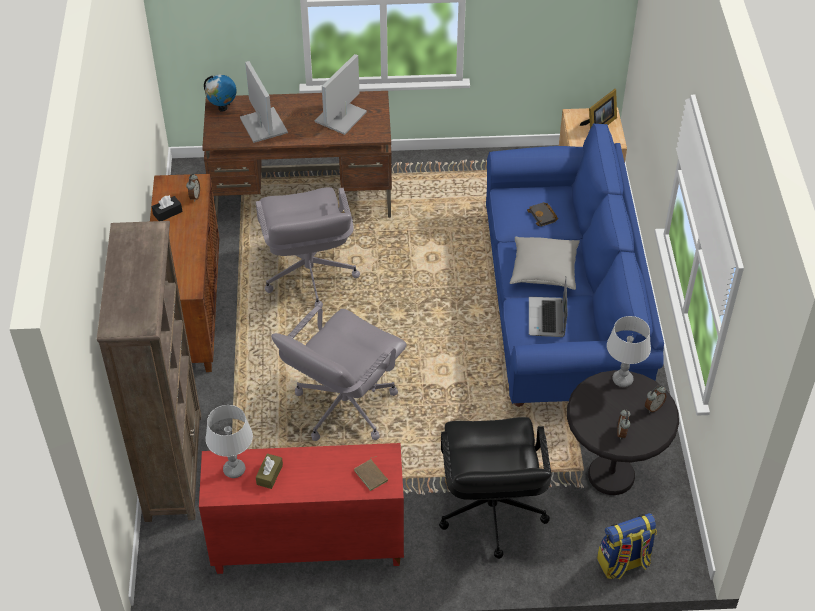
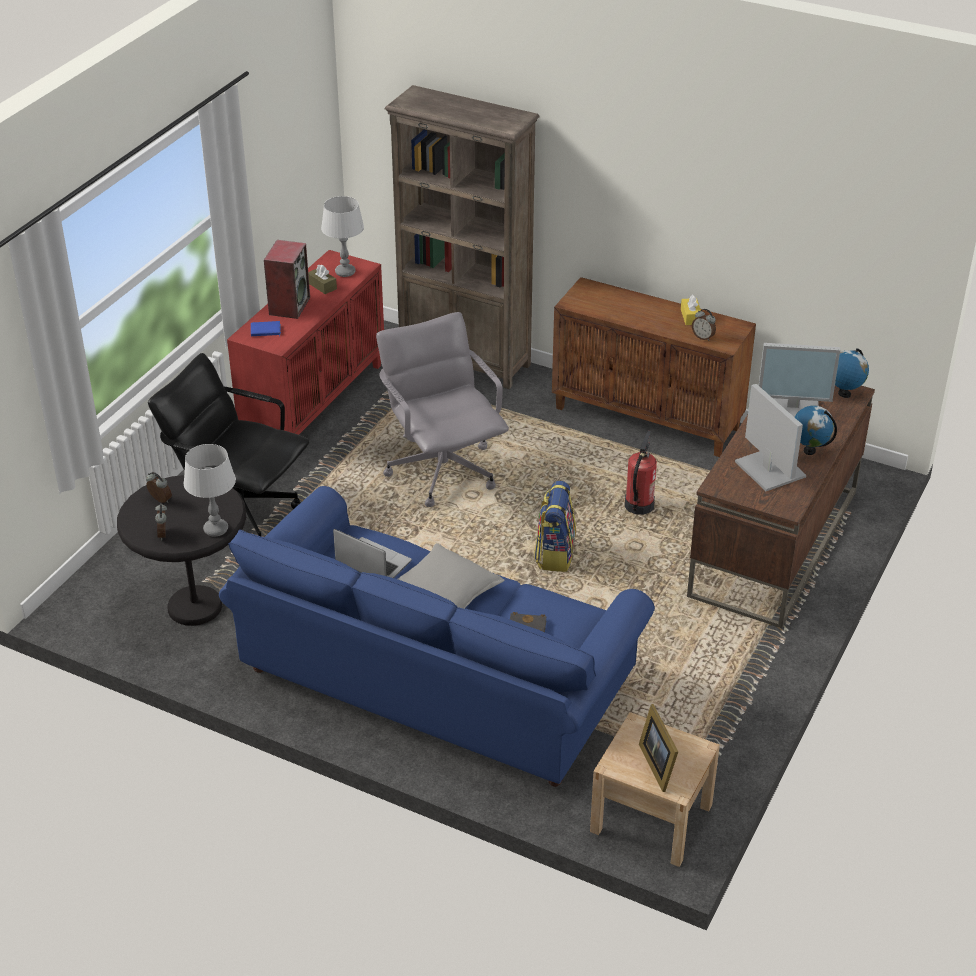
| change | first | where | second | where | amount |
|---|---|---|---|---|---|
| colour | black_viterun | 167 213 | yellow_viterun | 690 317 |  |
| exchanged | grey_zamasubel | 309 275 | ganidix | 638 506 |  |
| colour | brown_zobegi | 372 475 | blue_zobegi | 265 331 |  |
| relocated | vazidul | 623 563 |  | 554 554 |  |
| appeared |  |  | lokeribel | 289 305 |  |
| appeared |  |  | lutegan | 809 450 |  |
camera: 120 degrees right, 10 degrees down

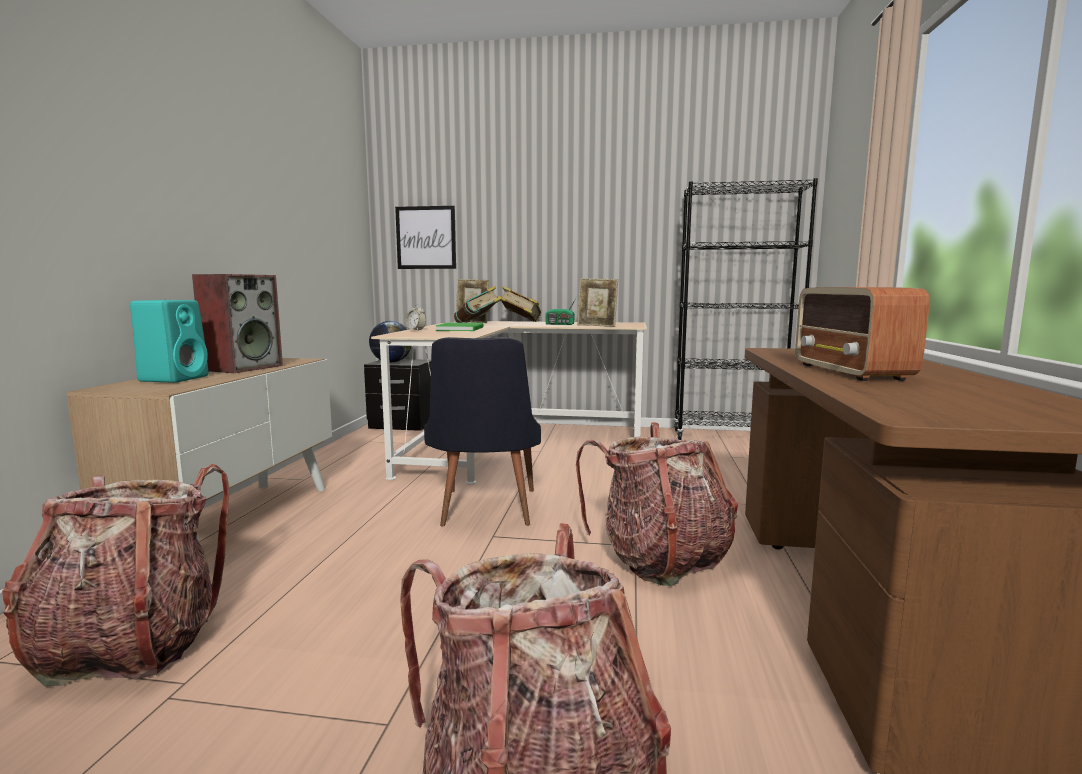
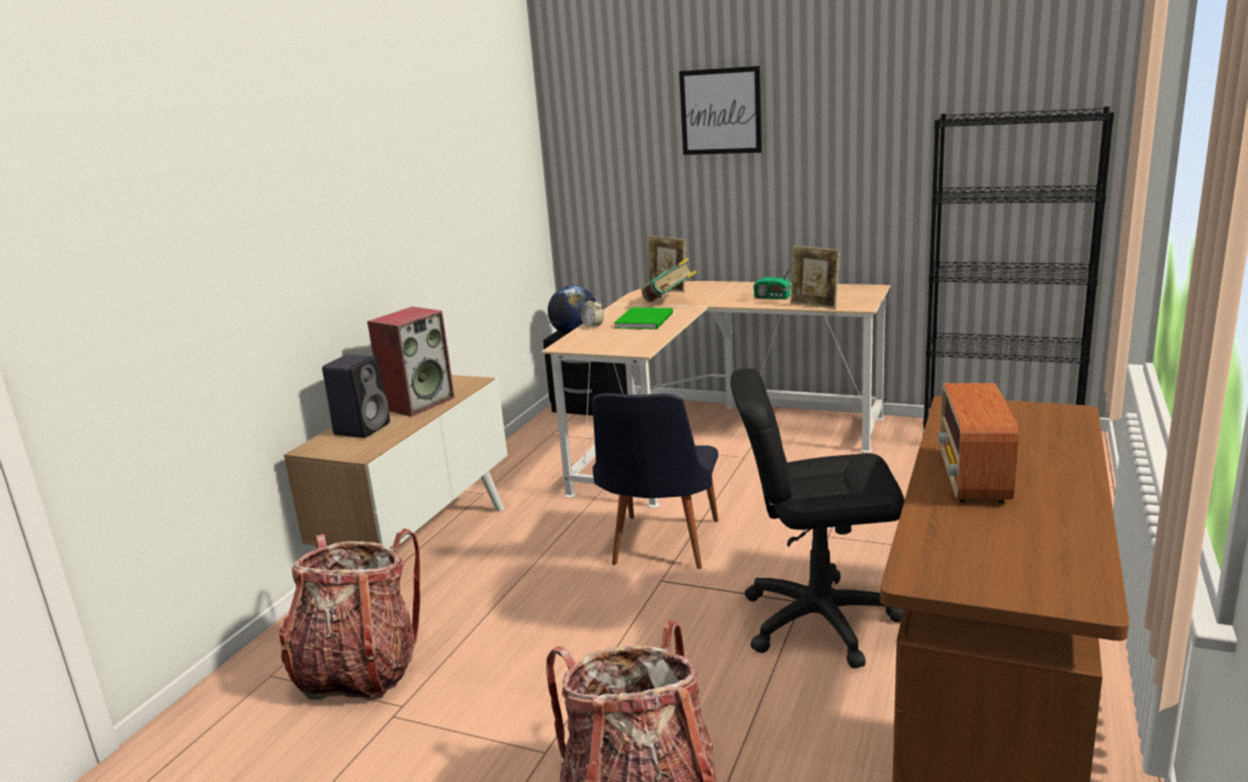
| change | first | where | second | where | amount |
|---|---|---|---|---|---|
| colour | turquoise_lokeribel | 175 378 | black_lokeribel | 363 428 |  |
| relocated | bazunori | 426 237 |  | 720 111 |  |
| missing | zobegi | 519 322 |  |  |  |
| exchanged | vazidul | 659 560 | black_zamasubel | 818 621 |  |
camera: 15 degrees right, 10 degrees up

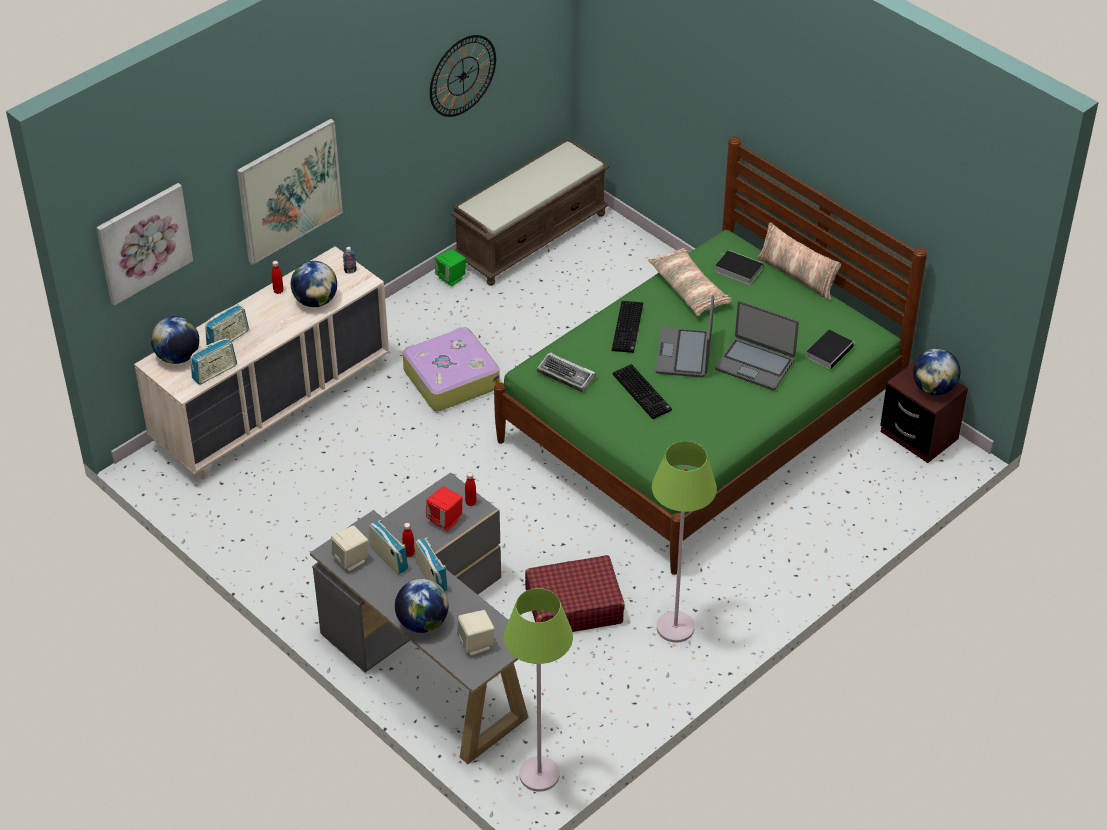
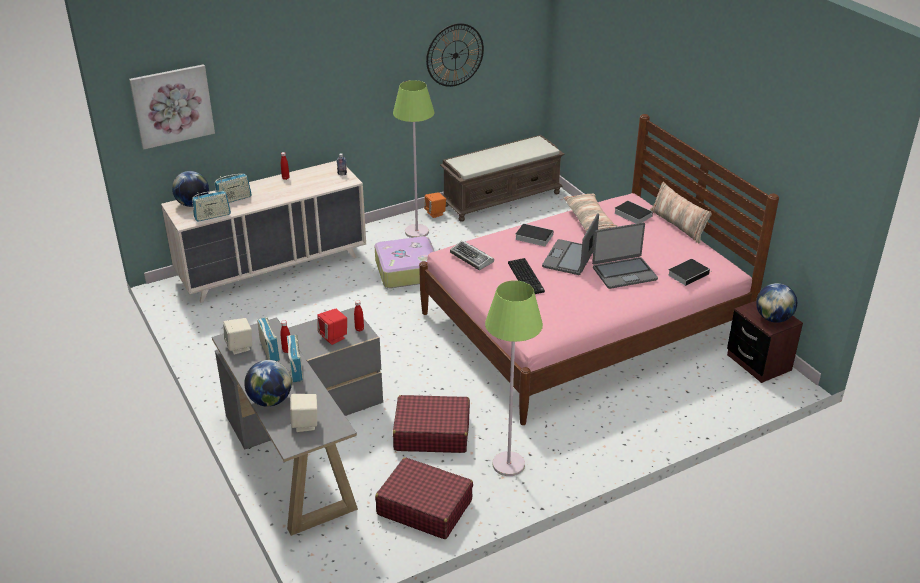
| change | first | where | second | where | amount |
|---|---|---|---|---|---|
| missing | bazunori | 289 190 |  |  |  |
| missing | lutegan | 315 301 |  |  |  |
| colour | green_lokeribel | 451 278 | orange_lokeribel | 435 213 |  |
| colour | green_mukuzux | 700 423 | pink_mukuzux | 582 326 |  |
| relocated | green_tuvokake | 539 775 |  | 416 232 |  |
| exchanged | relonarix | 628 328 | zobegi | 532 237 |  |
| spun | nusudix | 755 364 |  | 624 273 | 60 degrees counterclockwise |
| appeared |  |  | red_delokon | 424 507 |  |
camera: 15 degrees right, 10 degrees down

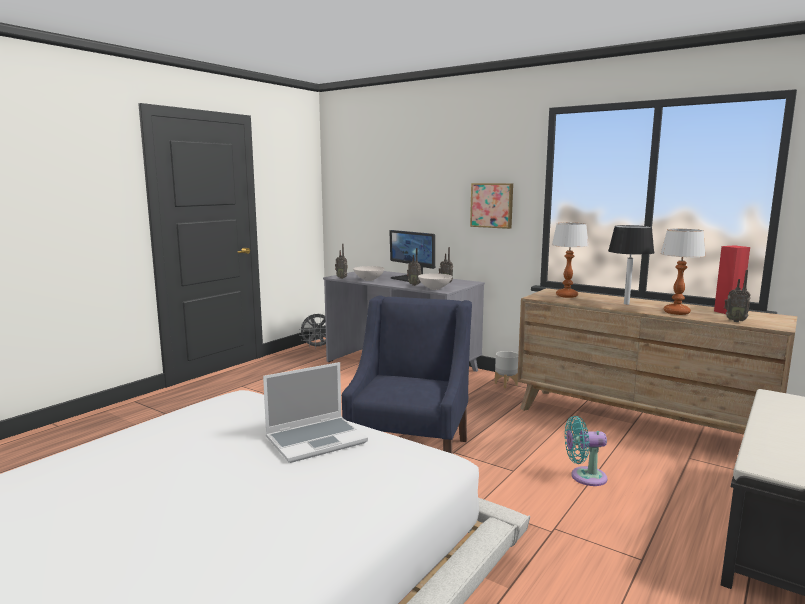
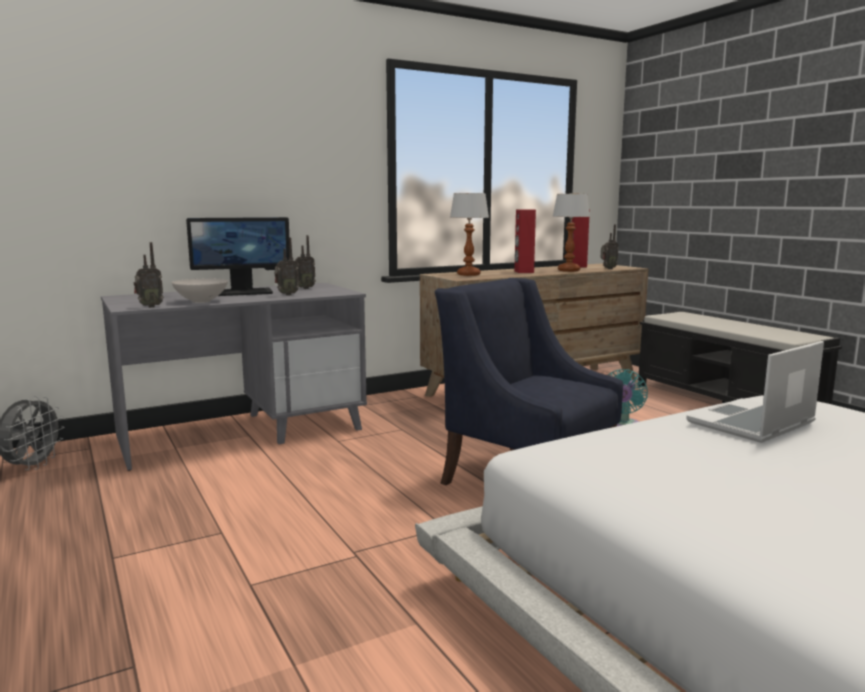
| change | first | where | second | where | amount |
|---|---|---|---|---|---|
| spun | nusudix | 317 440 |  | 752 424 | 120 degrees counterclockwise |
| missing | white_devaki | 435 289 |  |  |  |
| missing | bazunori | 492 205 |  |  |  |
| missing | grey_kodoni | 506 384 |  |  |  |
| exchanged | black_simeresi | 626 304 | red_lokeribel | 523 272 |  |
camera: 65 degrees left, 0 degrees up

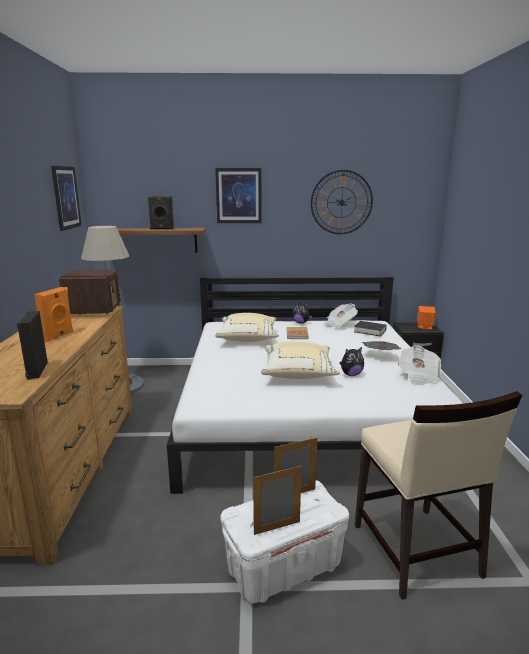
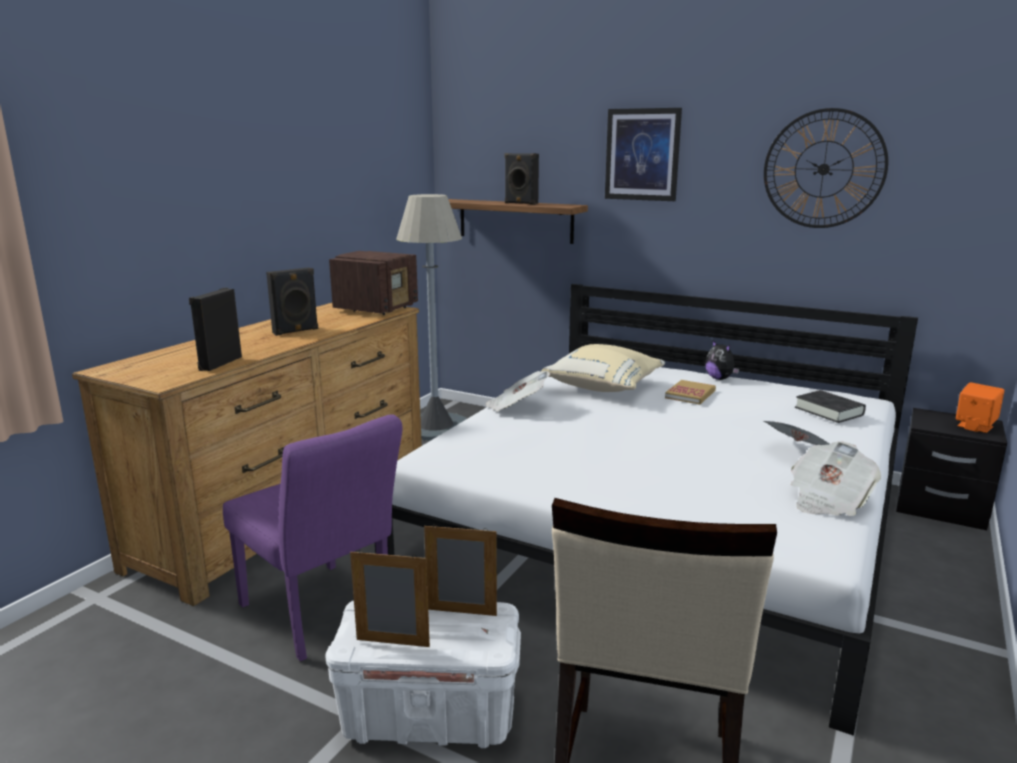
| change | first | where | second | where | amount |
|---|---|---|---|---|---|
| colour | orange_lokeribel | 58 336 | black_lokeribel | 296 331 |  |
| missing | bazunori | 66 197 |  |  |  |
| missing | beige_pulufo | 298 373 |  |  |  |
| relocated | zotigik | 339 324 |  | 516 407 |  |
| missing | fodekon | 351 374 |  |  |  |
| appeared |  |  | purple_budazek | 323 615 |  |
camera: 30 degrees right, 0 degrees up

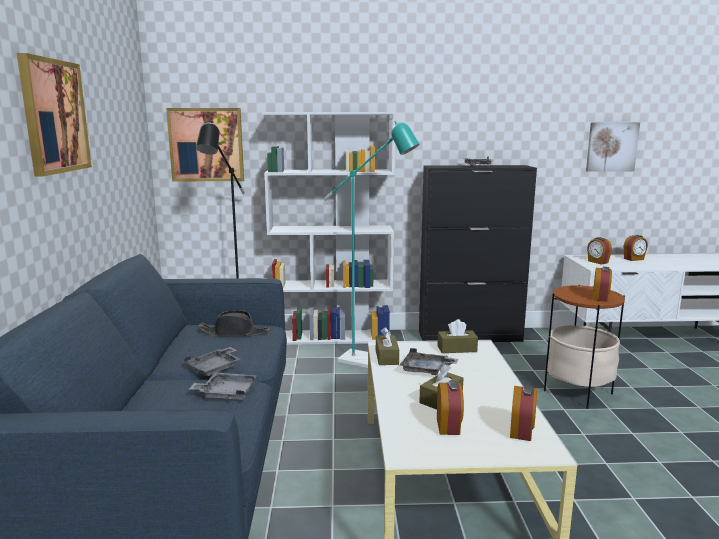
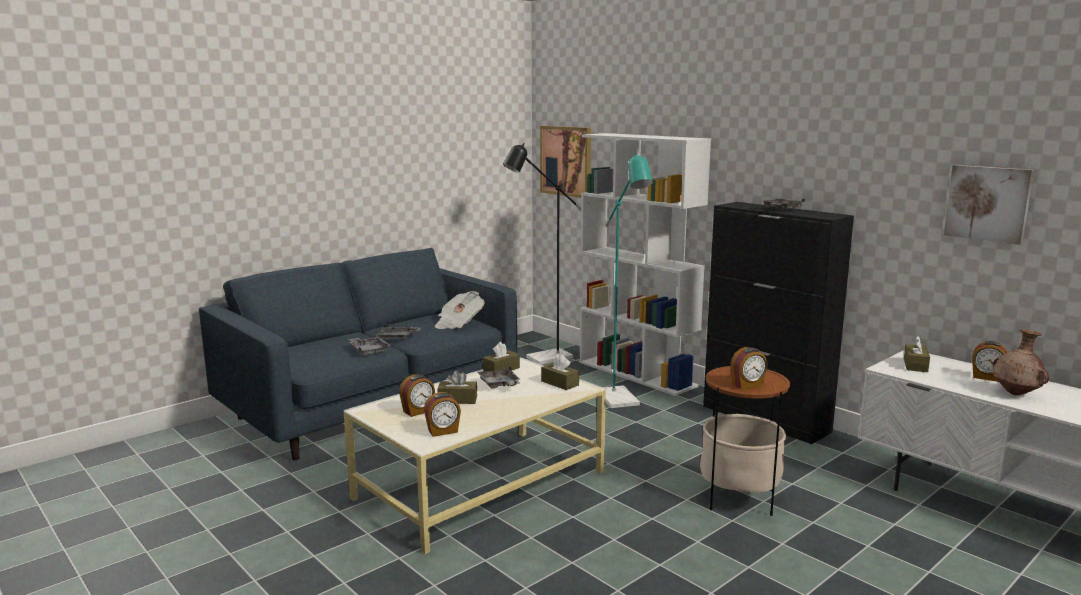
| change | first | where | second | where | amount |
|---|---|---|---|---|---|
| missing | bazunori | 54 116 |  |  |  |
| exchanged | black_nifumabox | 234 332 | zotigik | 458 324 |  |
| exchanged | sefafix | 597 262 | brown_viterun | 915 365 |  |
| appeared |  |  | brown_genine | 1016 394 |  |
camera: 50 degrees right, 0 degrees up

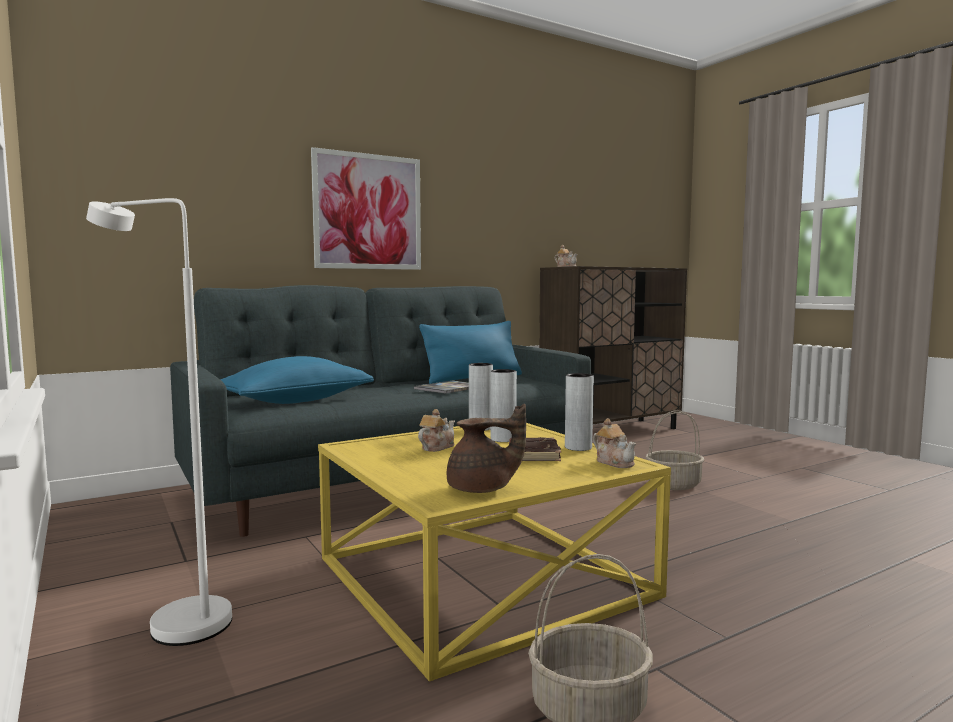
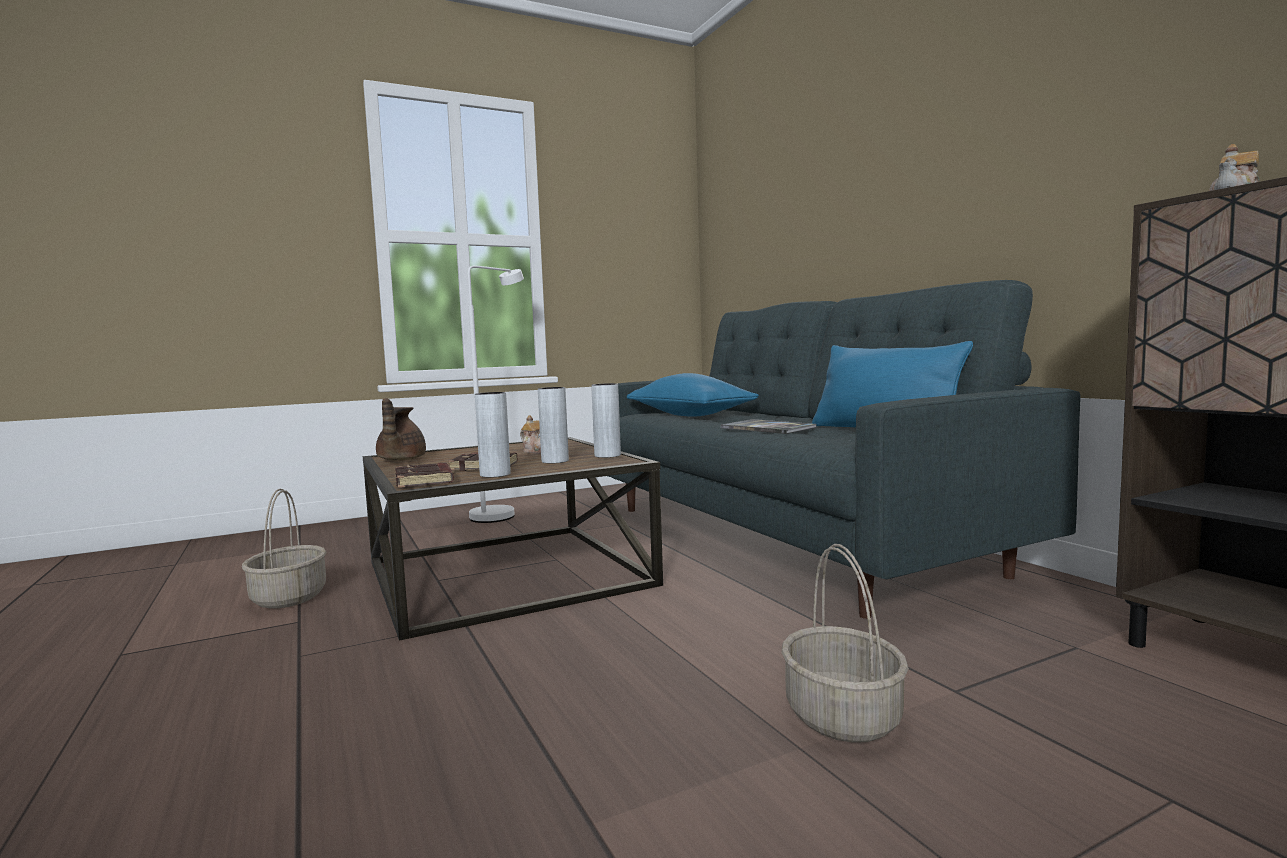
| change | first | where | second | where | amount |
|---|---|---|---|---|---|
| missing | bazunori | 368 212 |  |  |  |
| colour | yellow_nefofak | 481 575 | brown_nefofak | 508 573 |  |
| exchanged | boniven | 614 462 | brown_zobegi | 425 481 |  |
camera: 95 degrees right, 0 degrees up

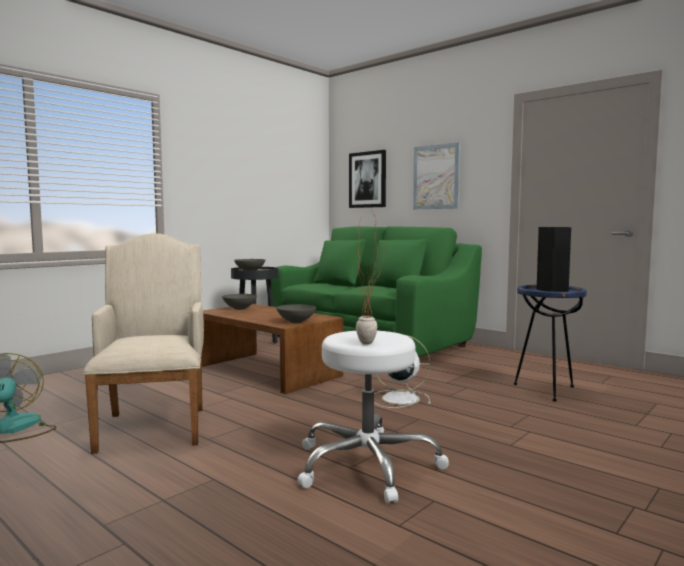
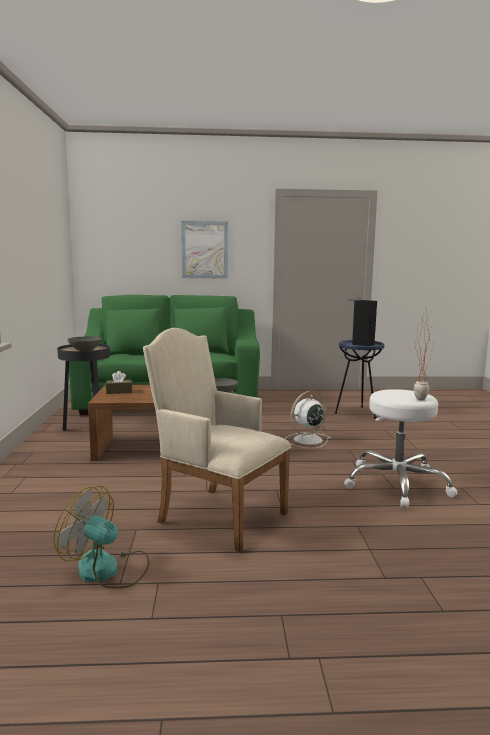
| change | first | where | second | where | amount |
|---|---|---|---|---|---|
| exchanged | grey_devaki | 239 308 | brown_viterun | 119 392 |  |
| missing | bazunori | 368 179 |  |  |  |
camera: 45 degrees left, 5 degrees up

